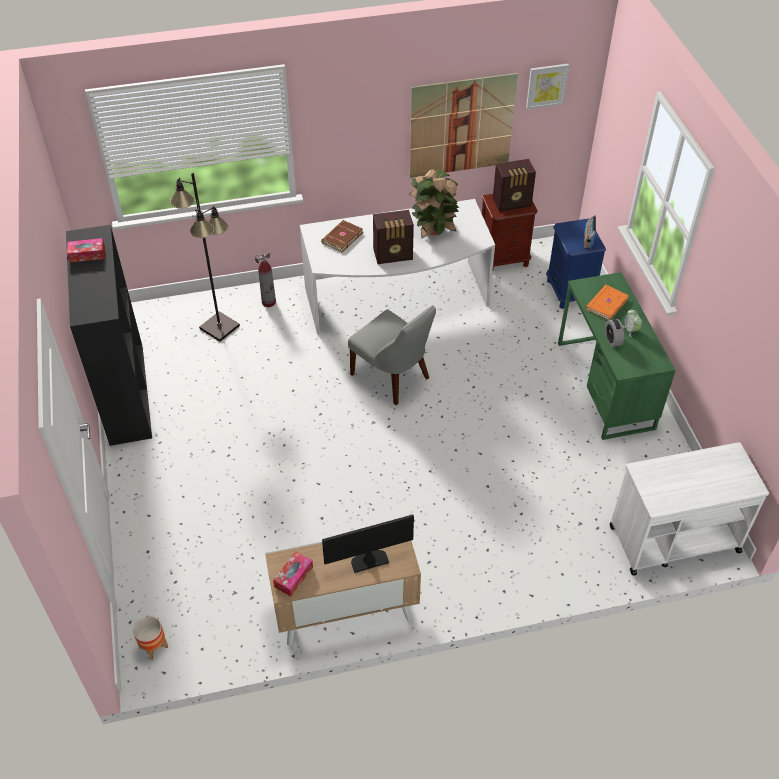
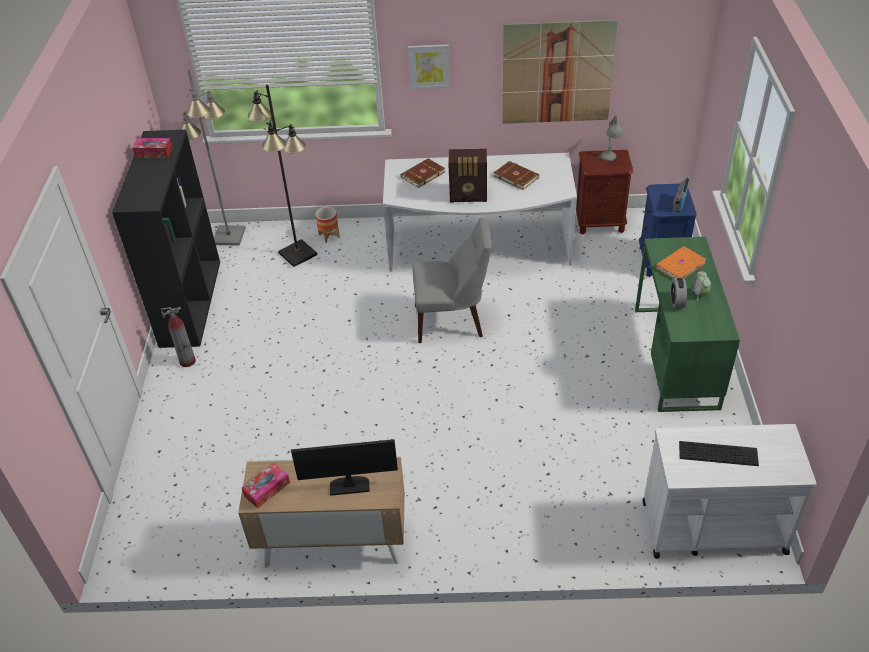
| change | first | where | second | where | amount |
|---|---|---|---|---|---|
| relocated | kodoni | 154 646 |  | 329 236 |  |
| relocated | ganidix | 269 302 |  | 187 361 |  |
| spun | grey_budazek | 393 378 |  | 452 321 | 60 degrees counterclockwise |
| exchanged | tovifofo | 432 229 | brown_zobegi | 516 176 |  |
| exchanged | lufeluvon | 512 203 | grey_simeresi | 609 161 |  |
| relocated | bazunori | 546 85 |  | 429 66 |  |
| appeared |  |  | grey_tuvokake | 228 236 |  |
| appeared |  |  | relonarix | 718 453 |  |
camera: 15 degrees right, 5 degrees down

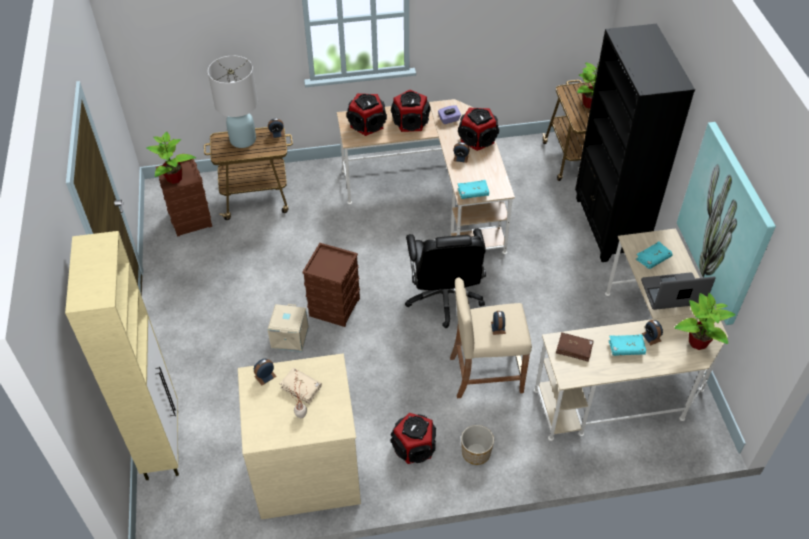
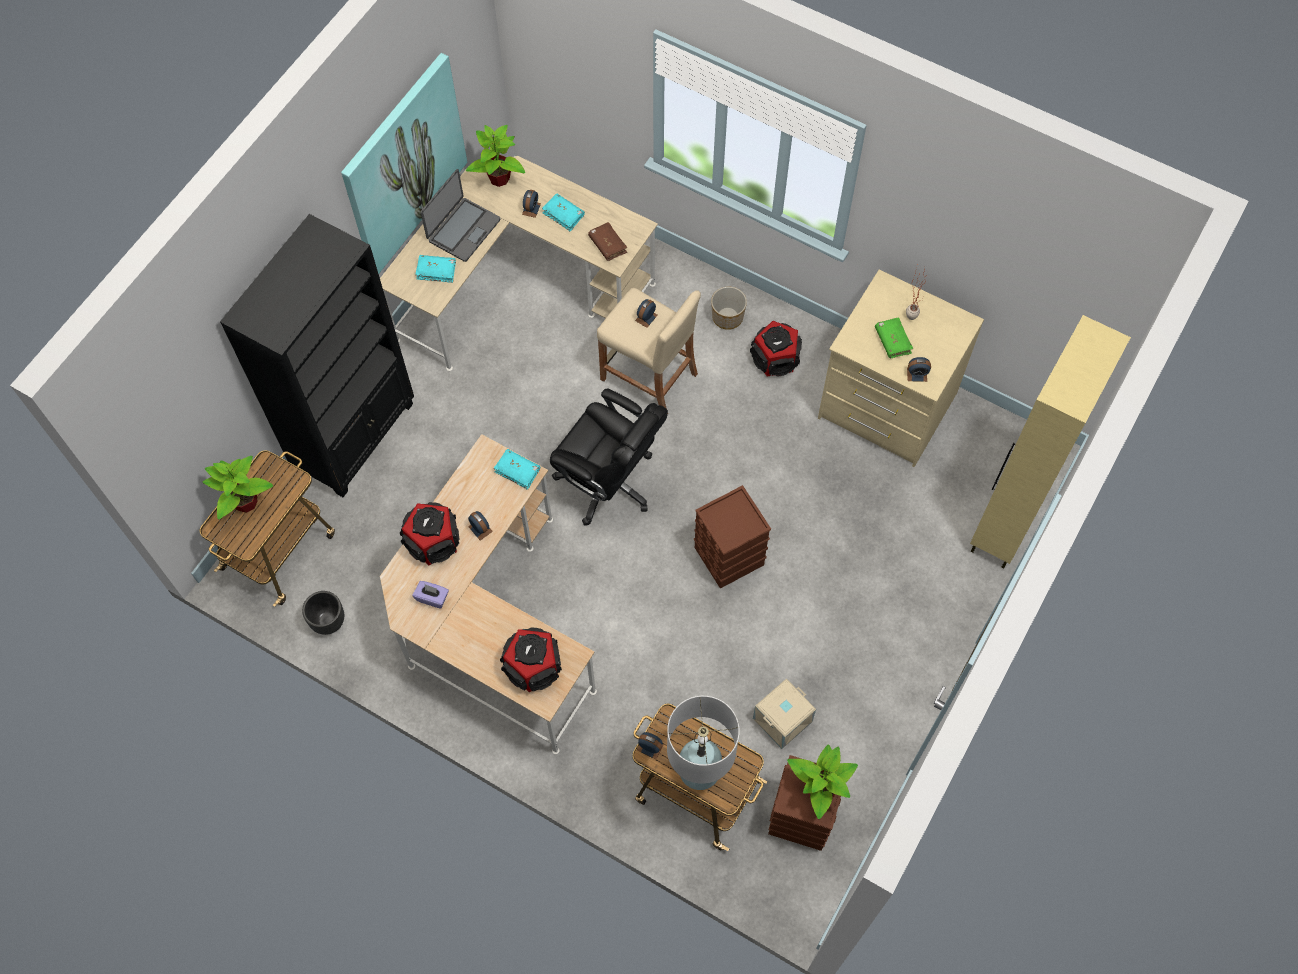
| change | first | where | second | where | amount |
|---|---|---|---|---|---|
| relocated | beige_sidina | 289 337 |  | 782 721 |  |
| colour | beige_zobegi | 301 388 | green_zobegi | 892 341 |  |
| missing | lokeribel | 411 122 |  |  |  |
| spun | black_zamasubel | 444 298 |  | 608 482 | 90 degrees clockwise |
| spun | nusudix | 672 293 |  | 463 230 | 90 degrees counterclockwise |
| appeared |  |  | black_kodoni | 328 622 |  |
camera: 140 degrees left, 15 degrees up

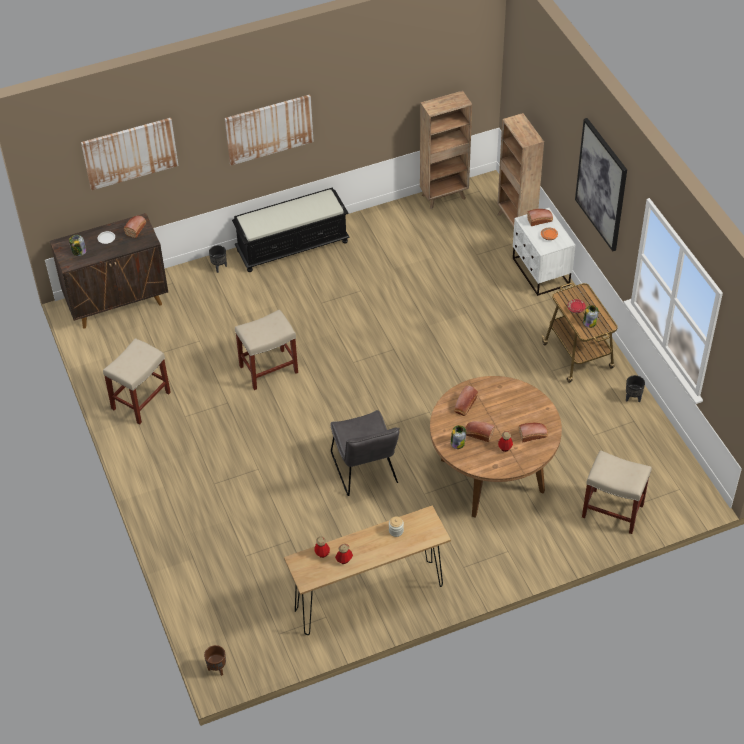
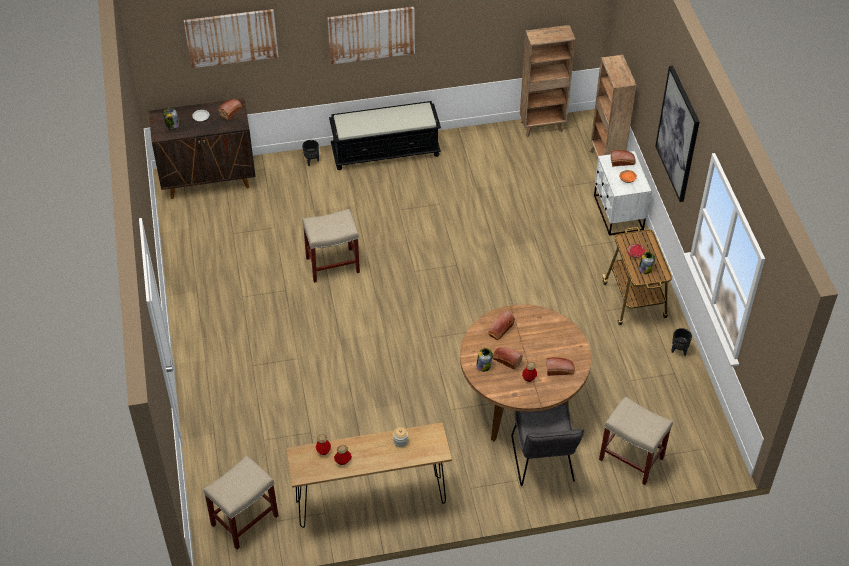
| change | first | where | second | where | amount |
|---|---|---|---|---|---|
| relocated | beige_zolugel | 141 400 |  | 245 519 |  |
| missing | brown_kodoni | 217 668 |  |  |  |
| relocated | grey_budazek | 365 472 |  | 543 463 |  |
camera: 10 degrees right, 0 degrees up

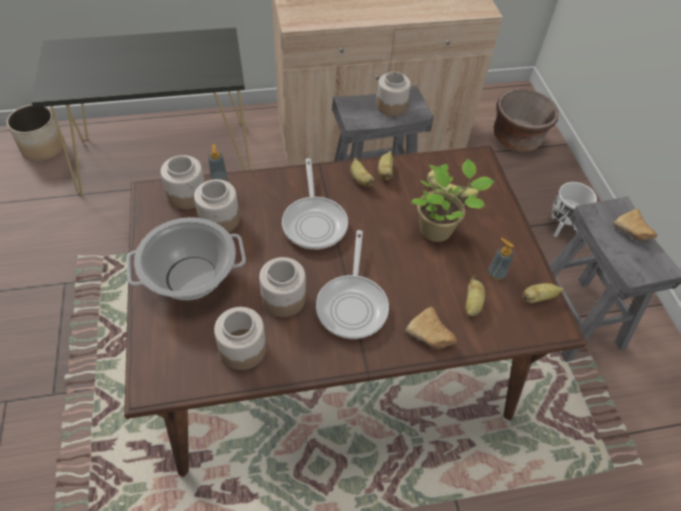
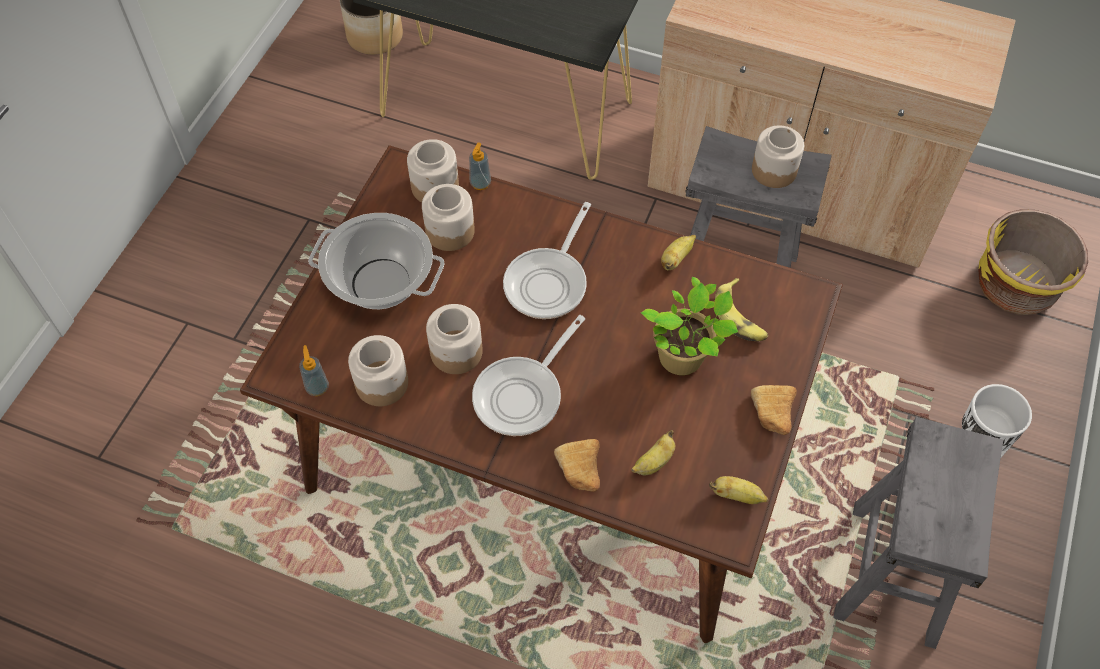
| change | first | where | second | where | amount |
|---|---|---|---|---|---|
| missing | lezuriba | 360 179 |  |  |  |
| relocated | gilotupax | 496 273 |  | 317 387 |  |
| colour | brown_kodoni | 516 138 | yellow_kodoni | 1014 286 |  |
| relocated | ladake | 633 232 |  | 773 415 |  |
camera: 35 degrees right, 5 degrees up

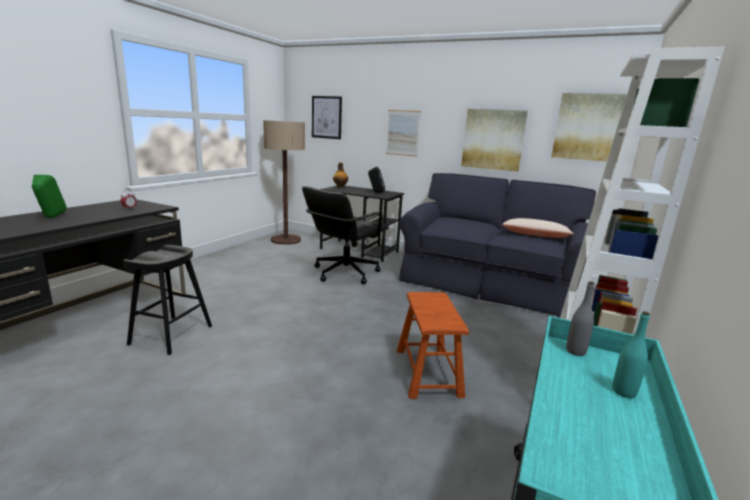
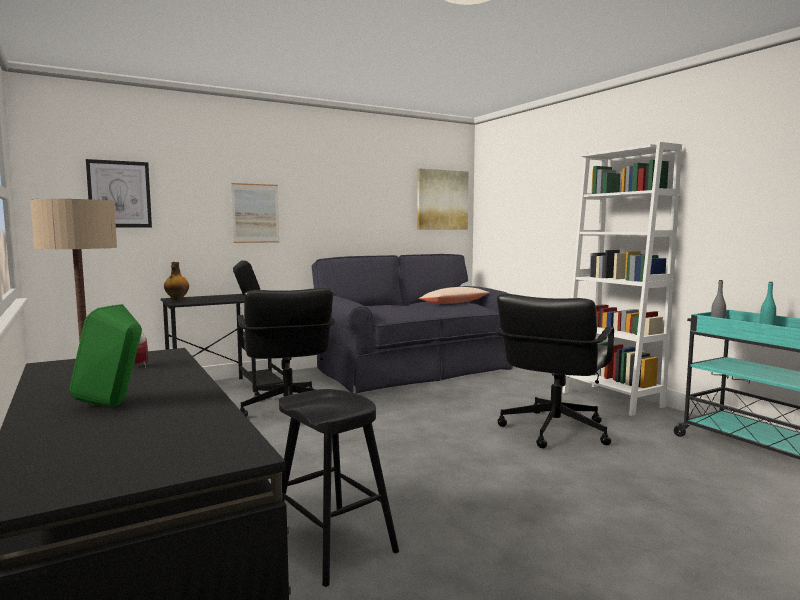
| change | first | where | second | where | amount |
|---|---|---|---|---|---|
| exchanged | brown_zolugel | 427 372 | black_zamasubel | 553 430 |  |
| missing | bazunori | 493 139 |  |  |  |
camera: 55 degrees left, 10 degrees down

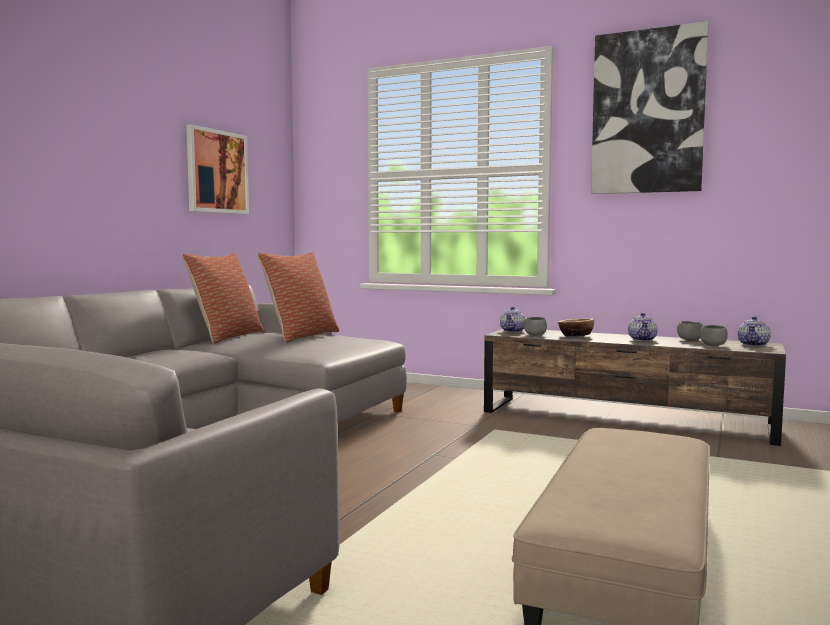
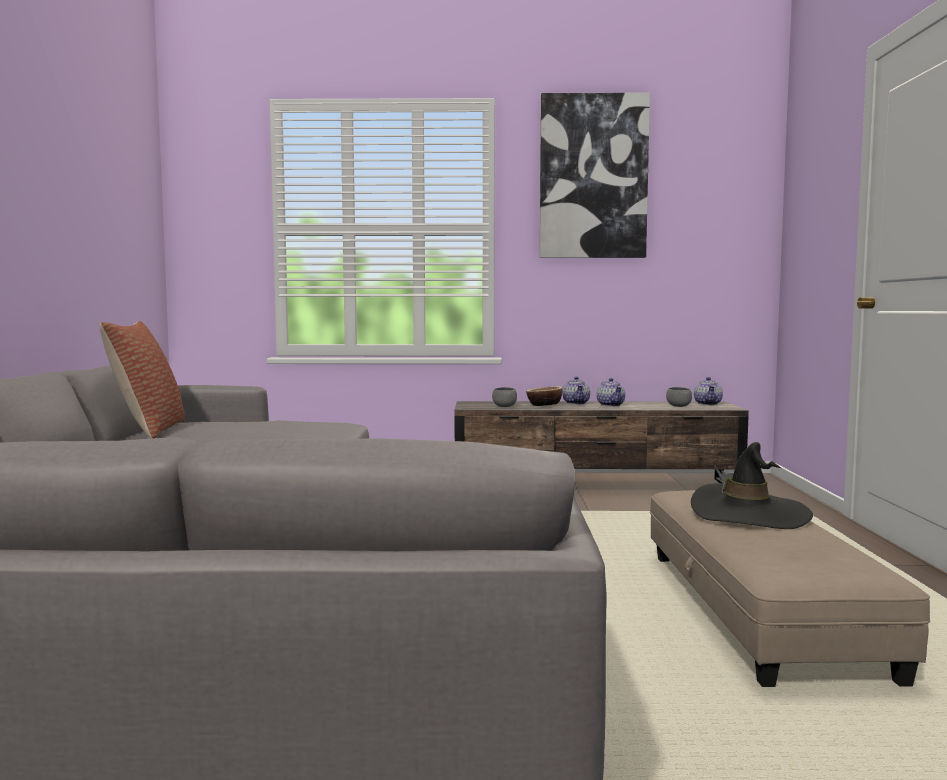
| change | first | where | second | where | amount |
|---|---|---|---|---|---|
| missing | bazunori | 217 172 |  |  |  |
| missing | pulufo | 301 336 |  |  |  |
| relocated | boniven | 513 331 |  | 576 403 |  |
| missing | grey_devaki | 690 340 |  |  |  |
| appeared |  |  | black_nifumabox | 749 514 |  |
camera: 25 degrees left, 0 degrees up

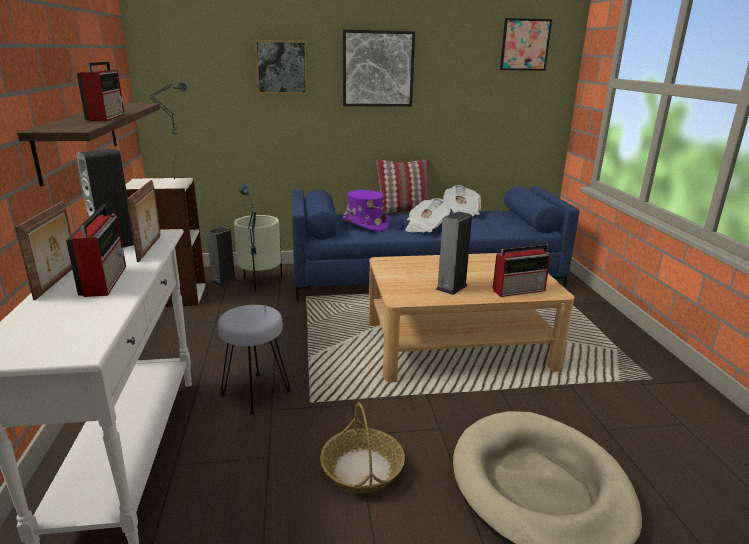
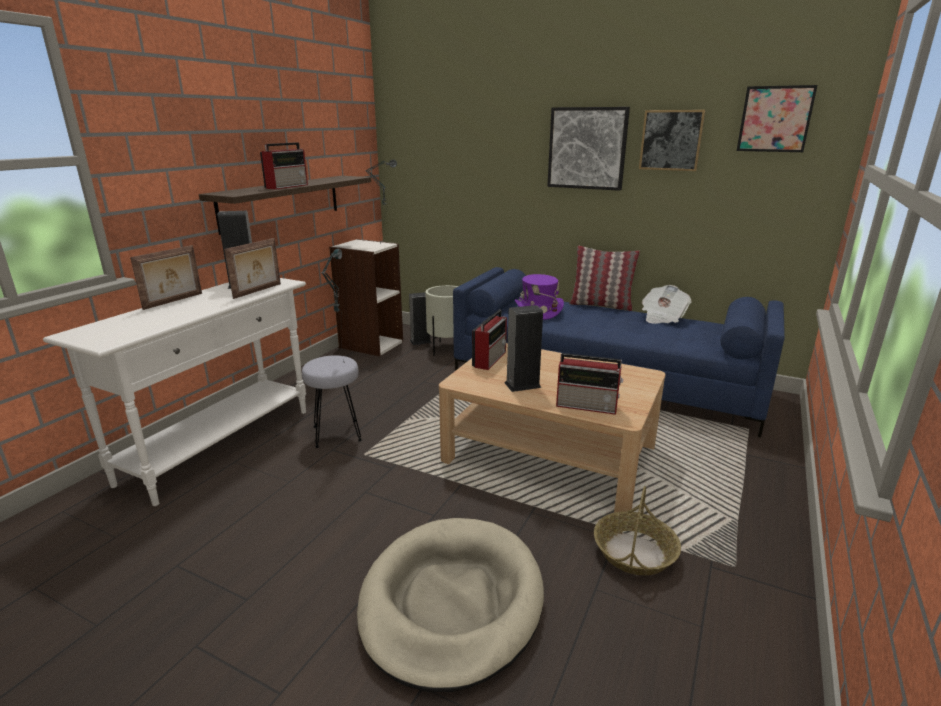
| change | first | where | second | where | amount |
|---|---|---|---|---|---|
| relocated | lufeluvon | 105 280 |  | 490 359 |  |
| relocated | bazunori | 281 67 |  | 671 140 |  |
| relocated | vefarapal | 362 469 |  | 634 551 |  |
| missing | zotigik | 425 228 |  |  |  |
camera: 35 degrees right, 0 degrees up

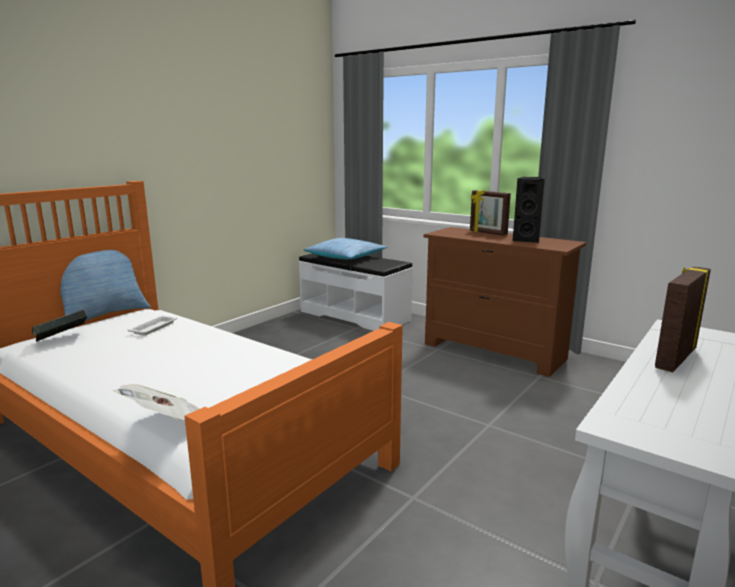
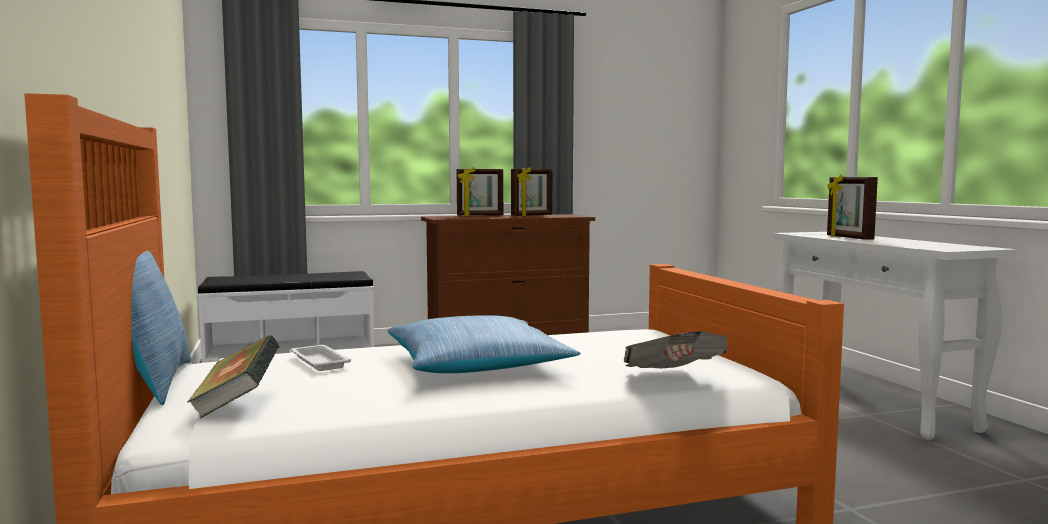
| change | first | where | second | where | amount |
|---|---|---|---|---|---|
| relocated | pulufo | 346 257 |  | 477 364 |  |
| exchanged | black_lokeribel | 526 240 | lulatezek | 532 216 |  |
camera: 55 degrees left, 10 degrees down

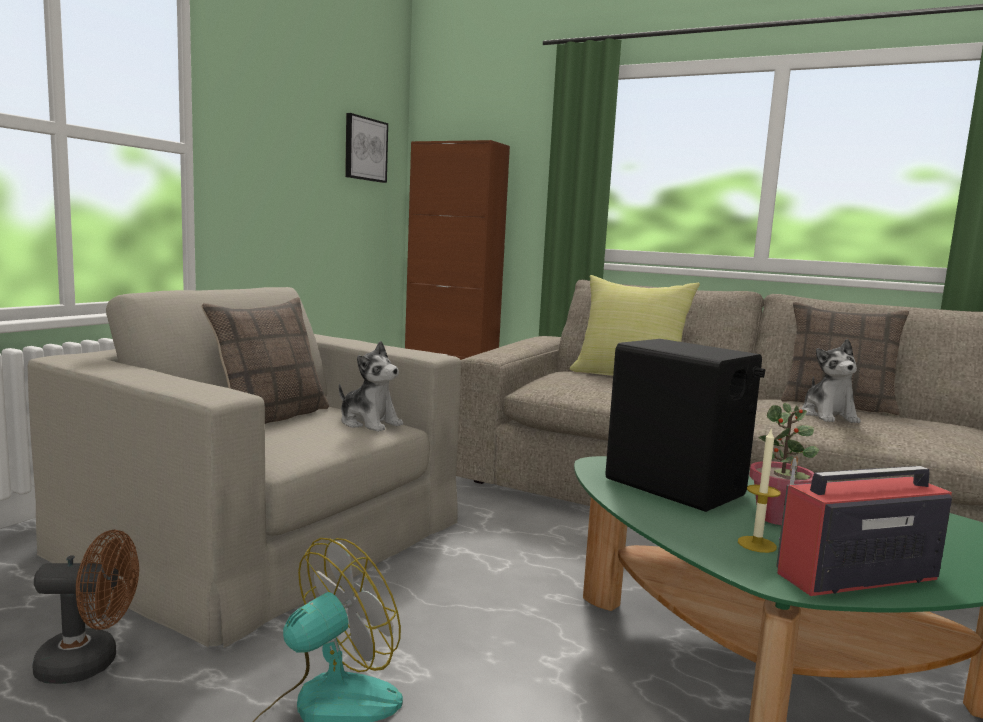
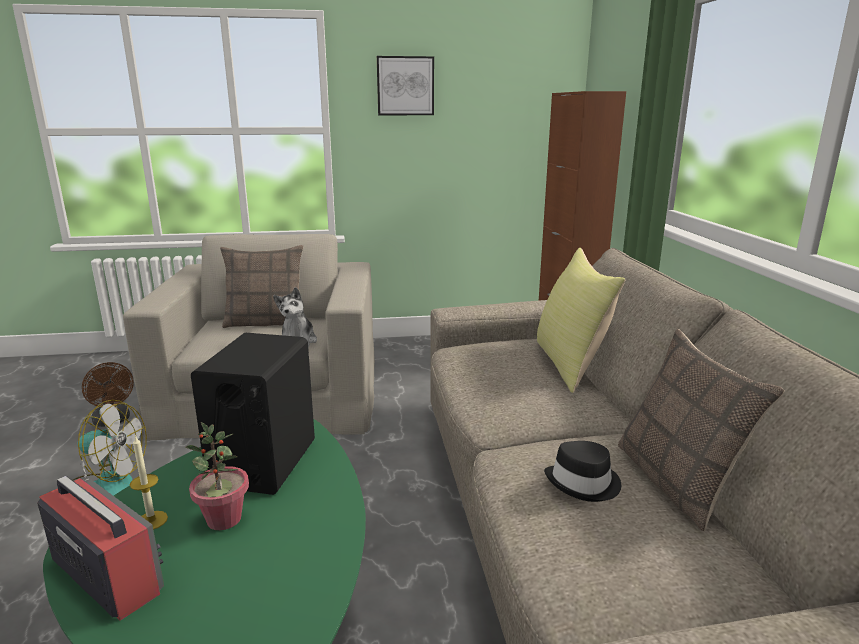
| change | first | where | second | where | amount |
|---|---|---|---|---|---|
| relocated | bazunori | 365 149 |  | 405 86 |  |
| exchanged | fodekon | 828 416 | black_nifumabox | 584 483 |  |
camera: 55 degrees right, 10 degrees up

